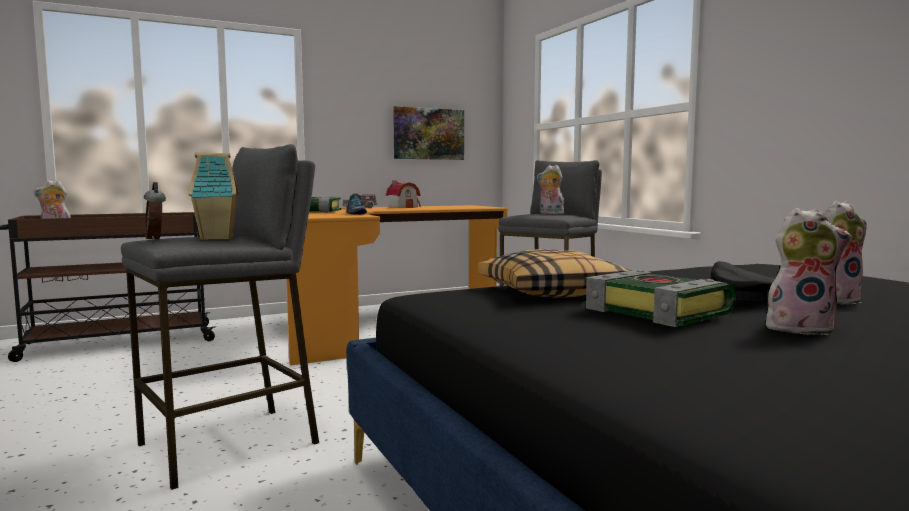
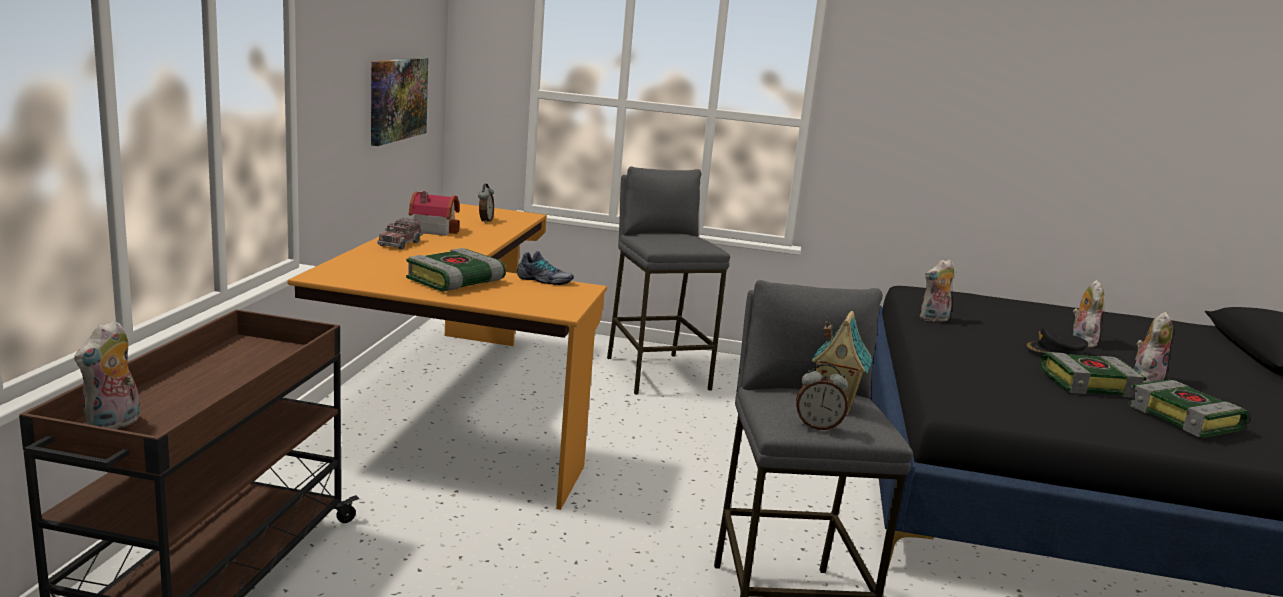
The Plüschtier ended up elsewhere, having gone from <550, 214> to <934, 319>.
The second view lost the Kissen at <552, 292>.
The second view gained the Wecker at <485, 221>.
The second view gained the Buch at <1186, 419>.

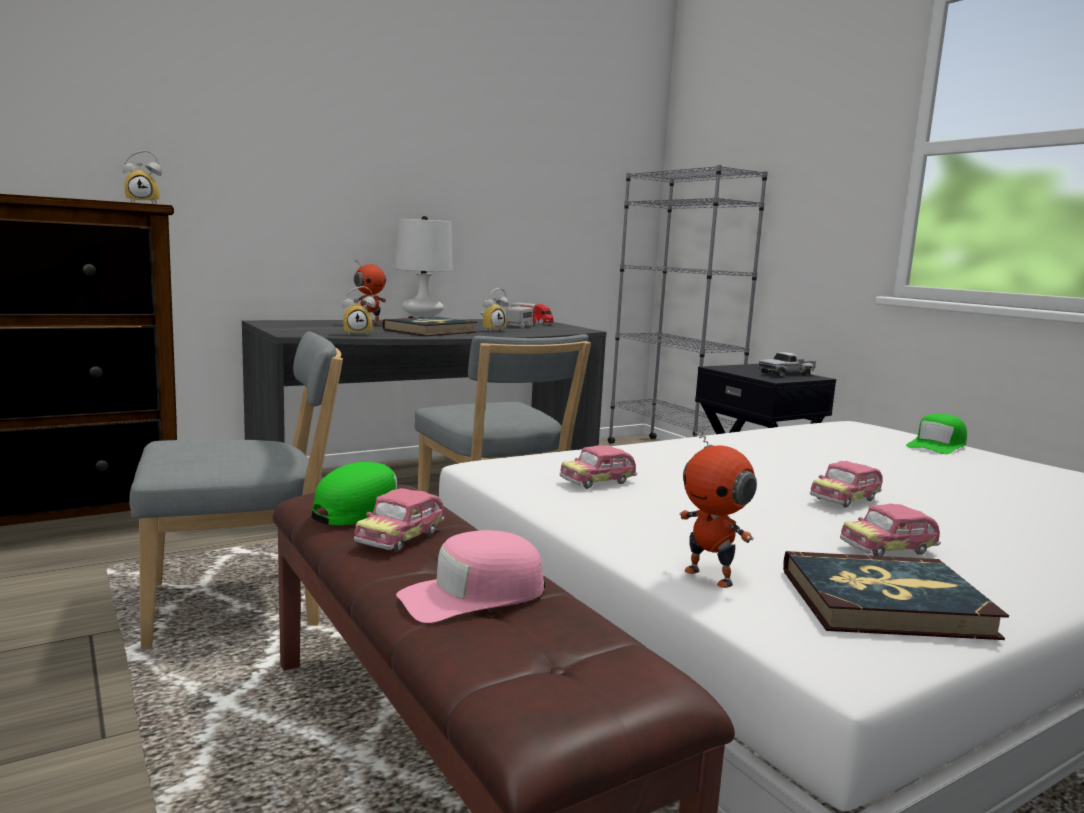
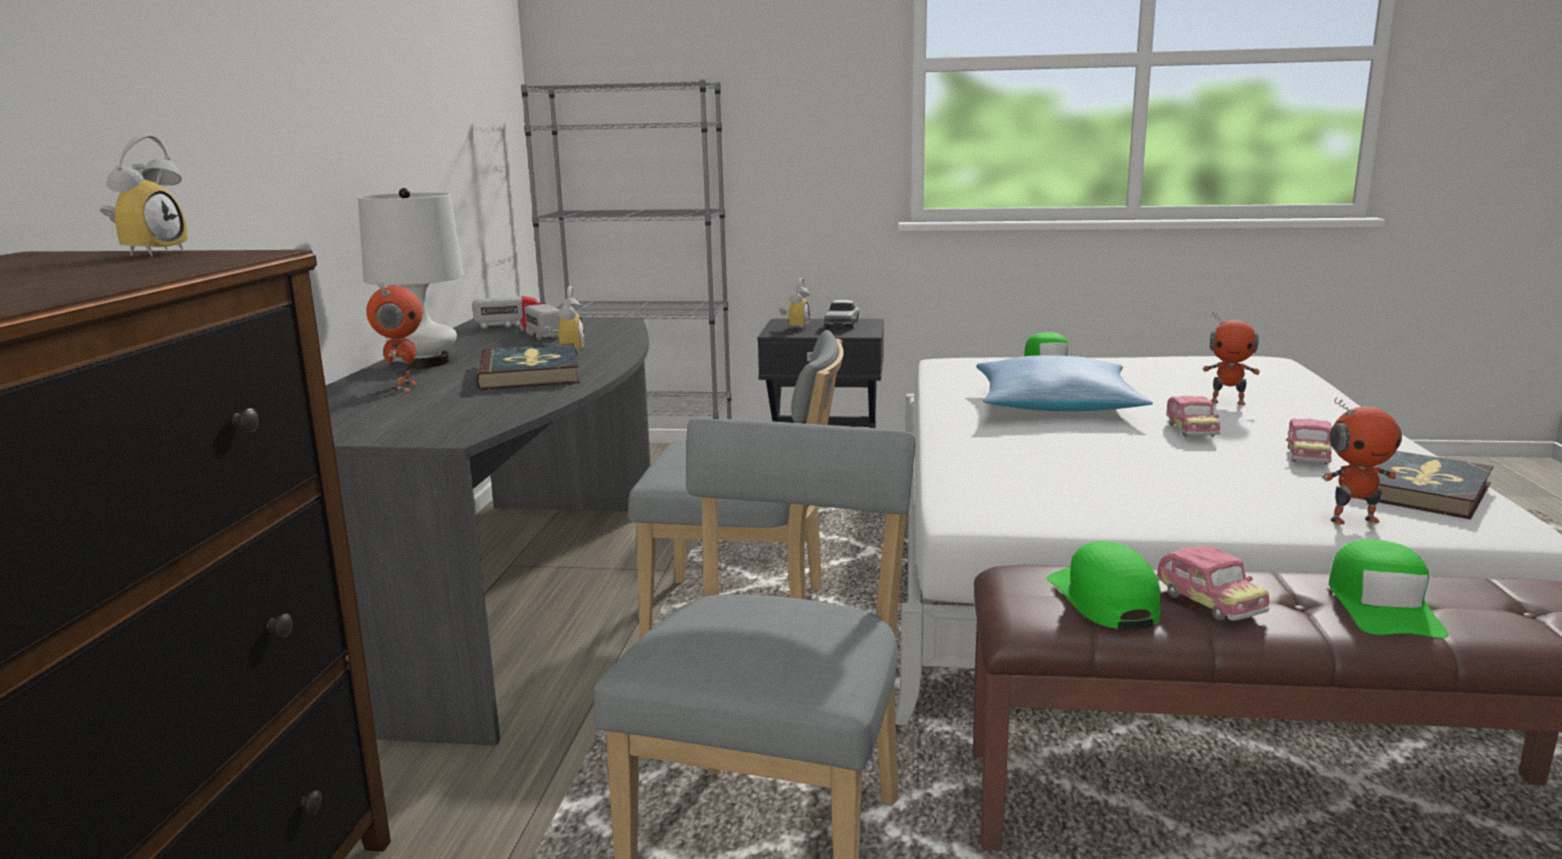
The Wecker ended up elsewhere, having gone from <358, 334> to <795, 327>.
The second view lost the Spielzeugauto at <598, 482>.
What was the Kappe/rosa at <473, 595> turned into the Kappe/grün at <1382, 606>.
The second view gained the Spielzeugroboter at <1227, 402>.
The second view gained the Kissen at <1055, 405>.

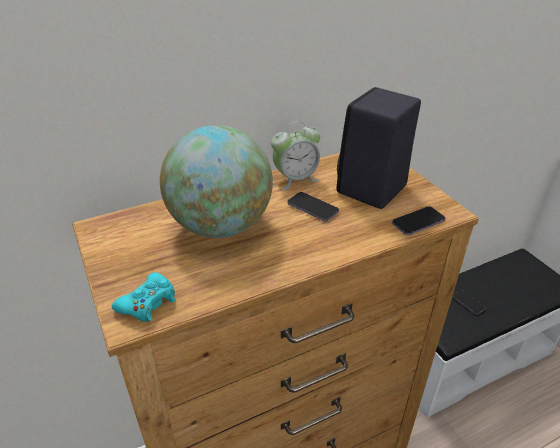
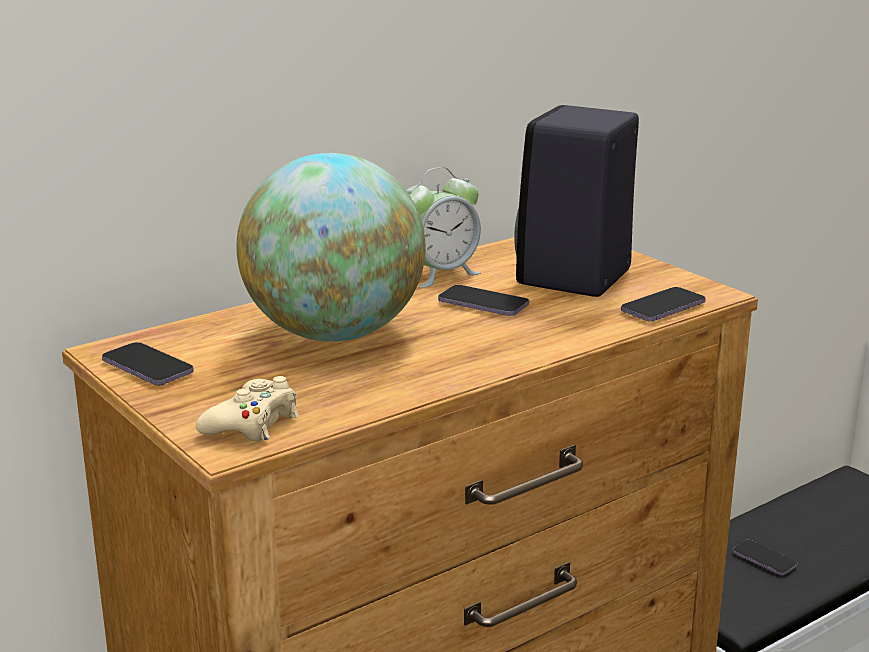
What was the Gamepad/türkis at <148, 303> turned into the Gamepad/beige at <252, 423>.
The second view gained the Handy at <147, 367>.

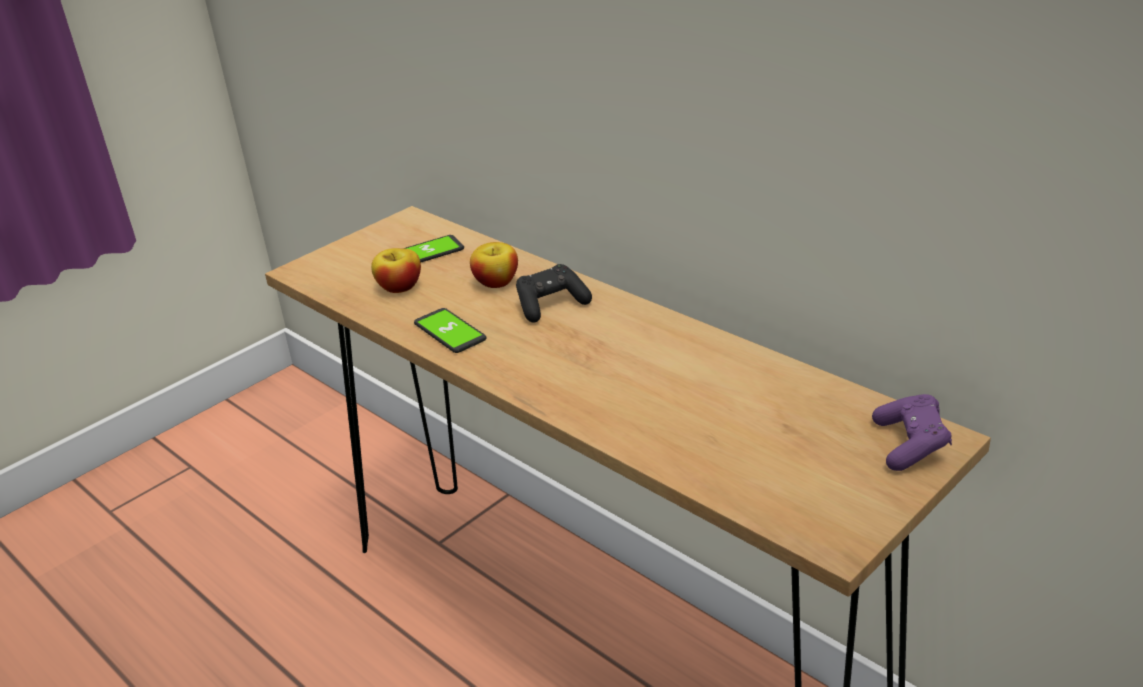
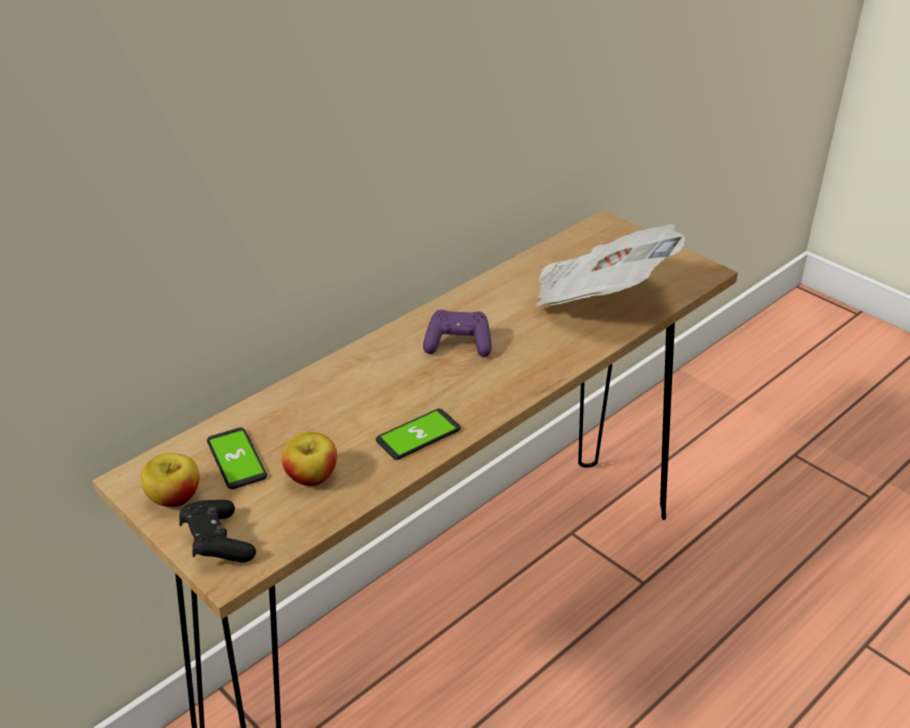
The Apfel ended up elsewhere, having gone from <496, 282> to <174, 497>.
The Gamepad/schwarz ended up elsewhere, having gone from <551, 305> to <217, 543>.
The Gamepad/lila ended up elsewhere, having gone from <910, 445> to <458, 344>.
The second view gained the Zeitung at <600, 298>.

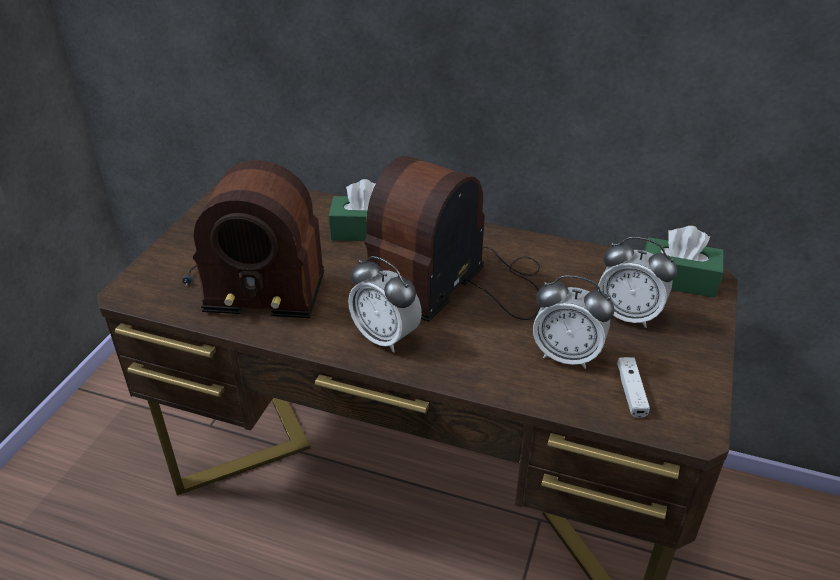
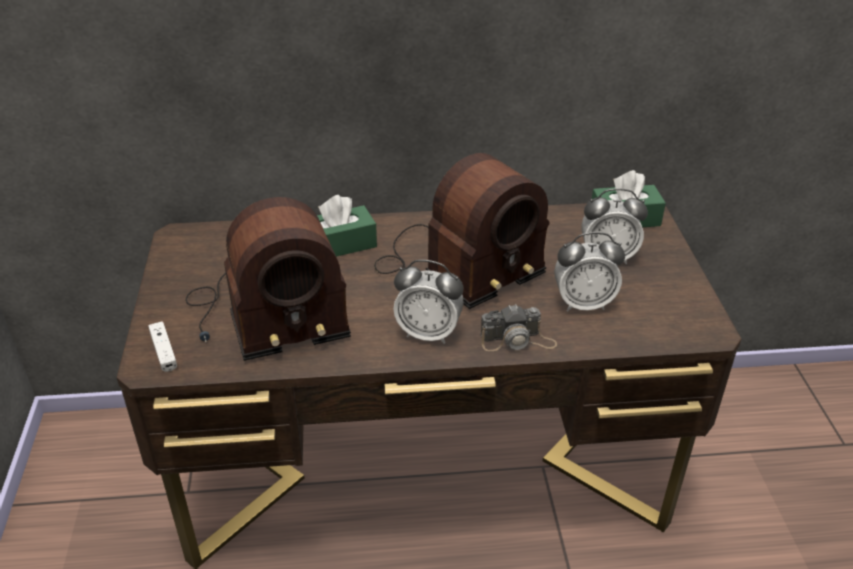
The Radio at <458, 283> ended up facing another way, 135 degrees counterclockwise from before.
The Gamepad/weiß ended up elsewhere, having gone from <631, 392> to <164, 351>.
The second view gained the Kamera at <517, 340>.

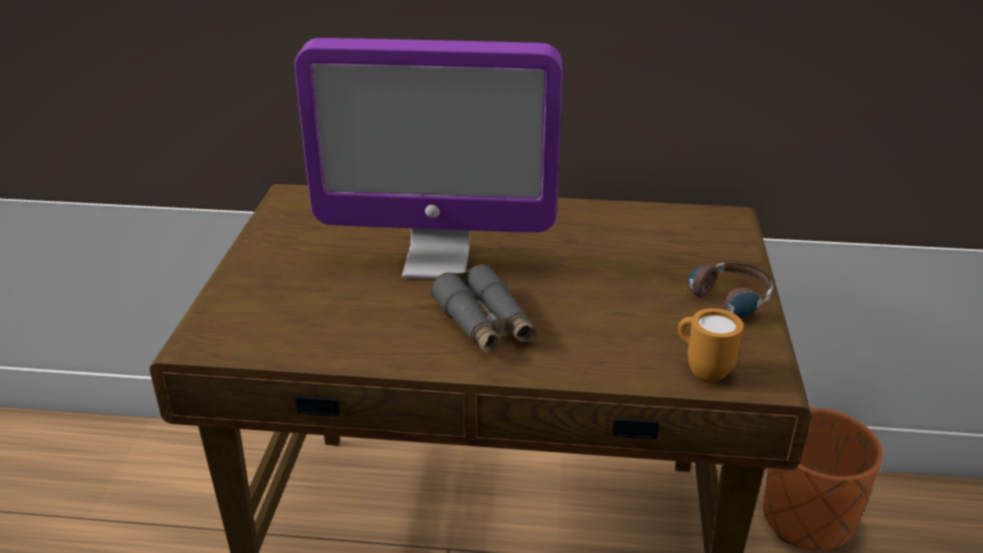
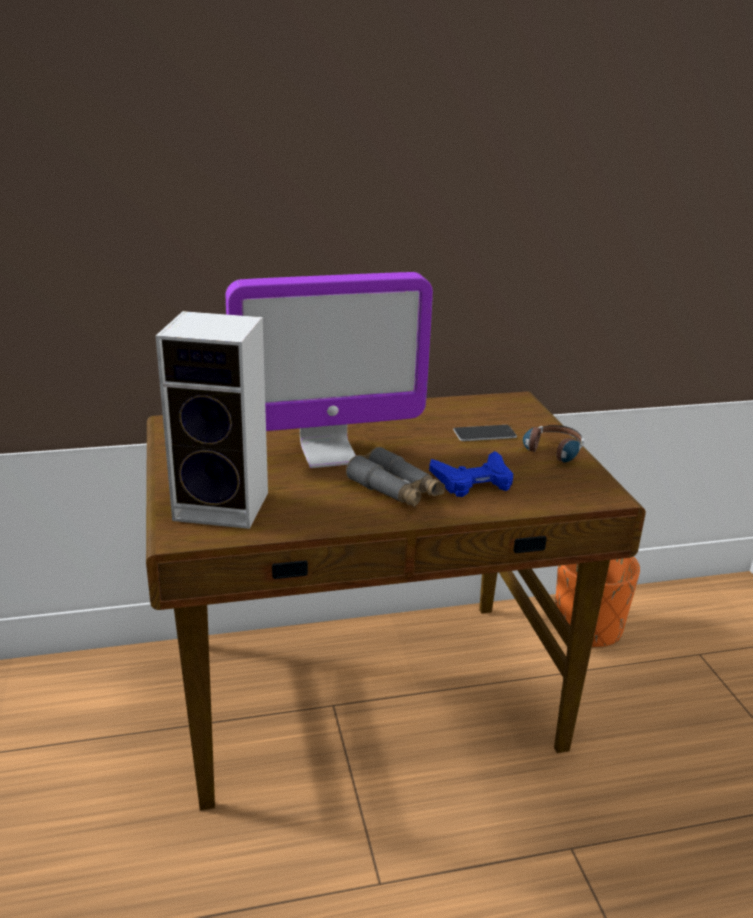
The second view lost the Henkelbecher/orange at <702, 370>.
The second view gained the Lautsprecher at <226, 505>.
The second view gained the Handy at <484, 433>.
The second view gained the Gamepad/blau at <473, 481>.

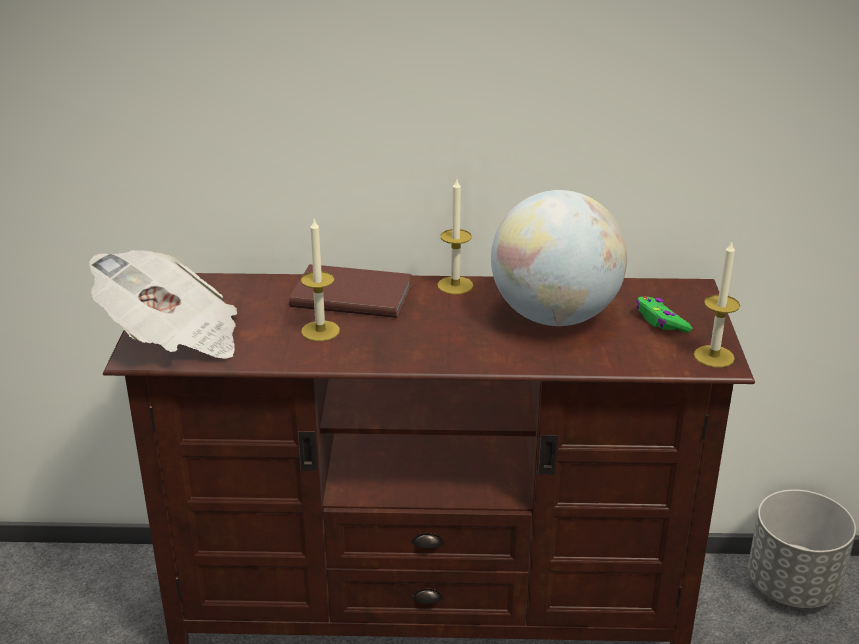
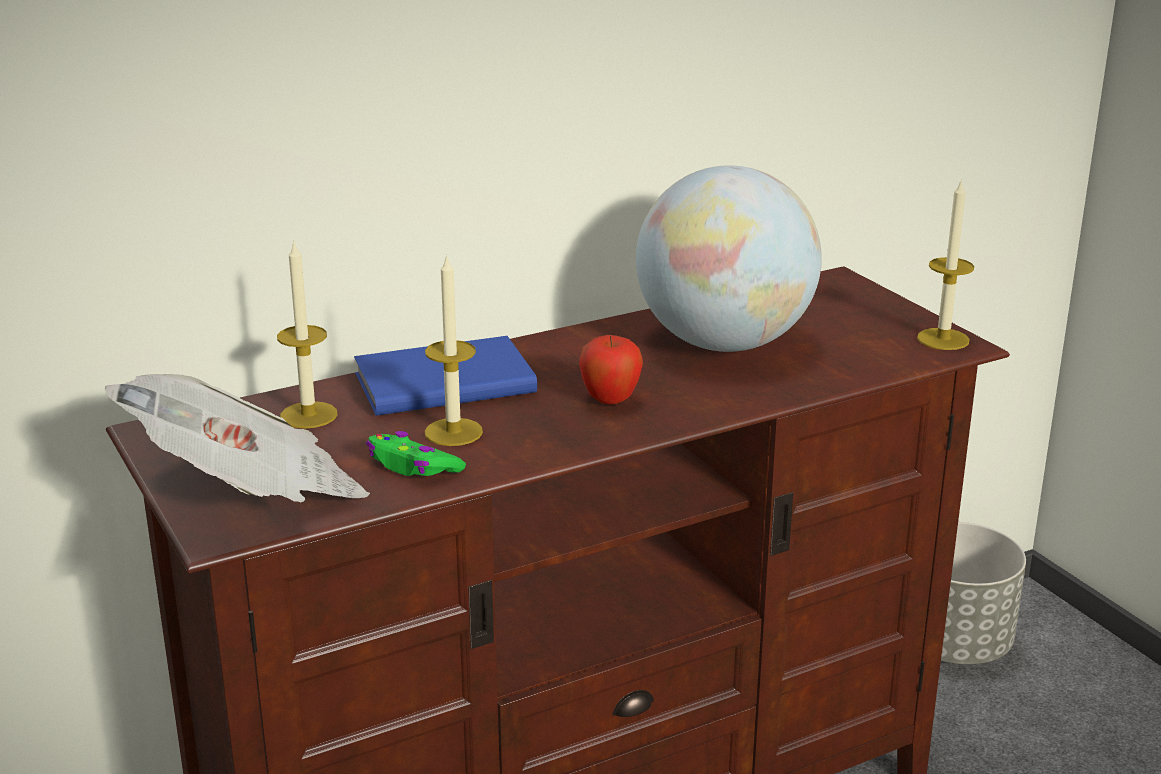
The Kerze ended up elsewhere, having gone from <455, 285> to <308, 415>.
What was the Buch/braun at <351, 294> turned into the Buch/blau at <441, 382>.
The Gamepad/grün ended up elsewhere, having gone from <660, 321> to <413, 466>.
The second view gained the Apfel at <610, 401>.

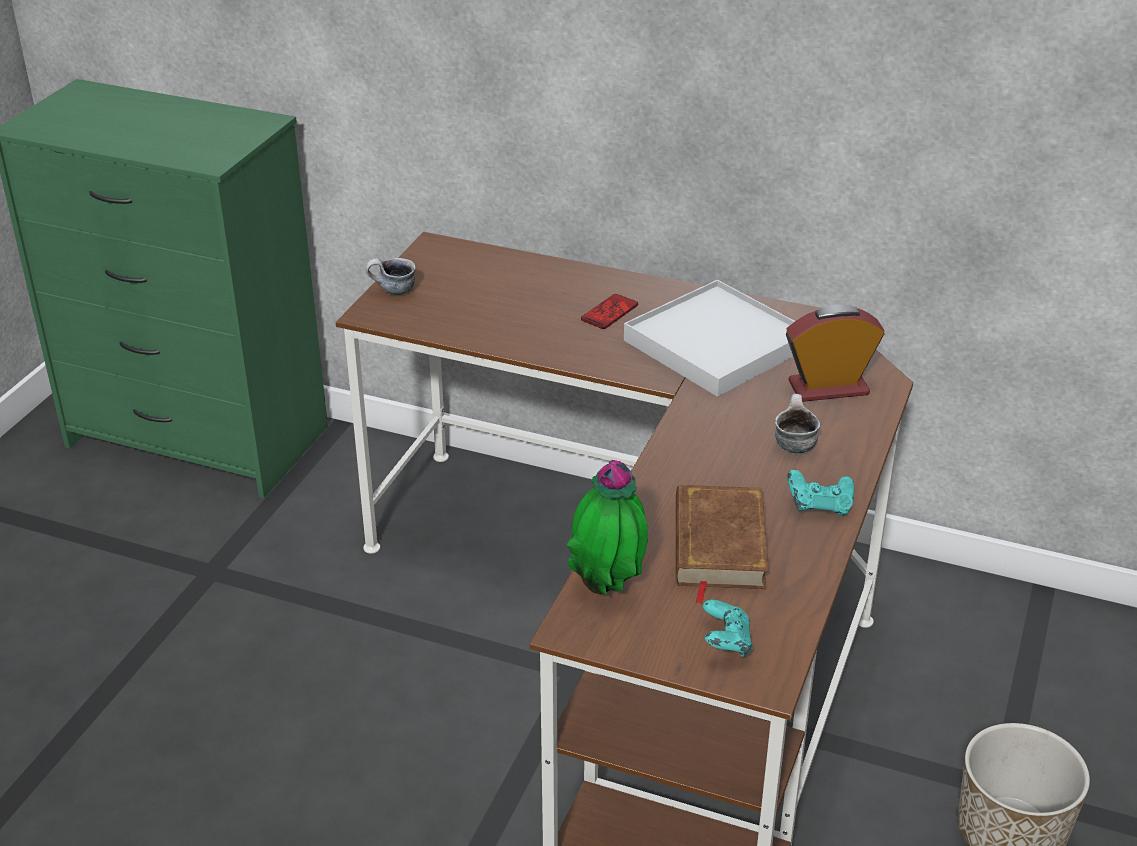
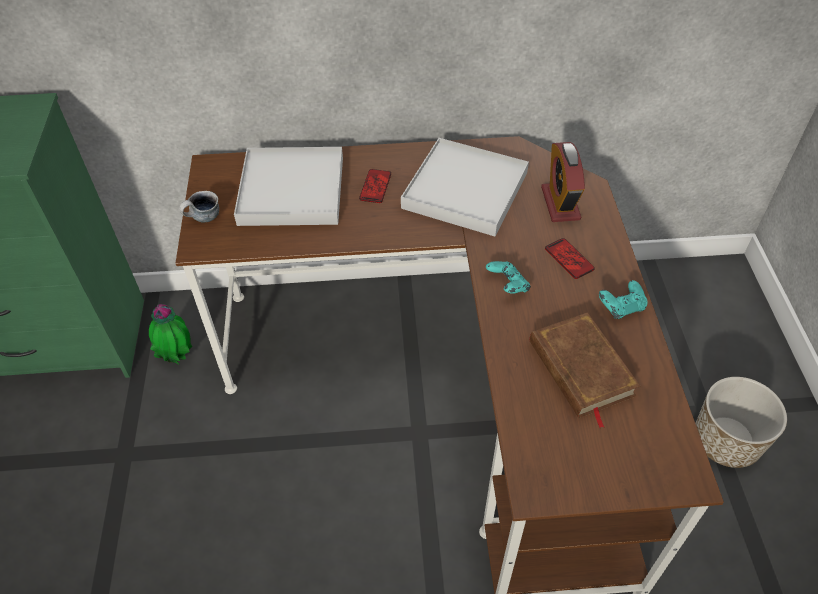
The Wecker at <828, 388> ended up facing another way, 60 degrees counterclockwise from before.
Where the Henkelbecher stood at <793, 443>, the Handy came to stand at <569, 259>.
The Topfpflanze ended up elsewhere, having gone from <608, 588> to <178, 357>.
The Gamepad/türkis ended up elsewhere, having gone from <725, 643> to <507, 286>.
The second view gained the Tablett/weiß at <292, 191>.

